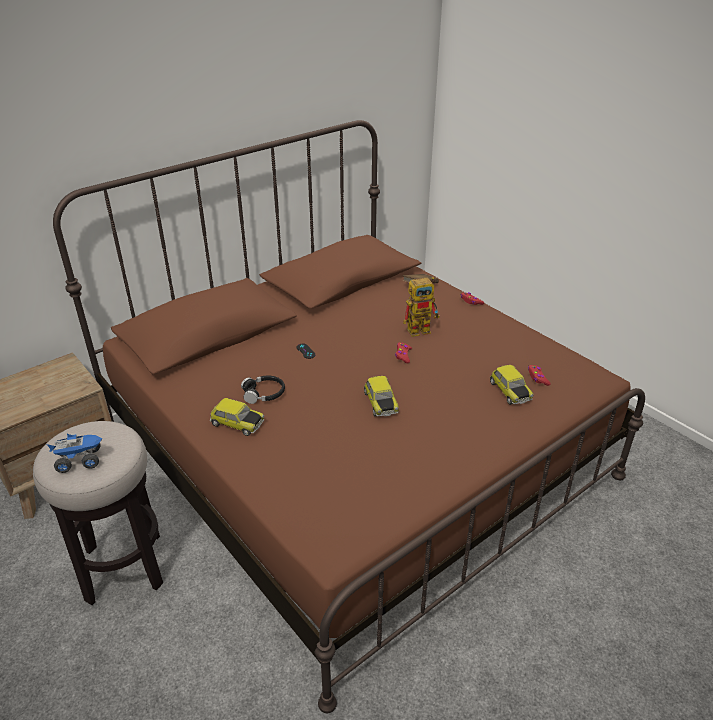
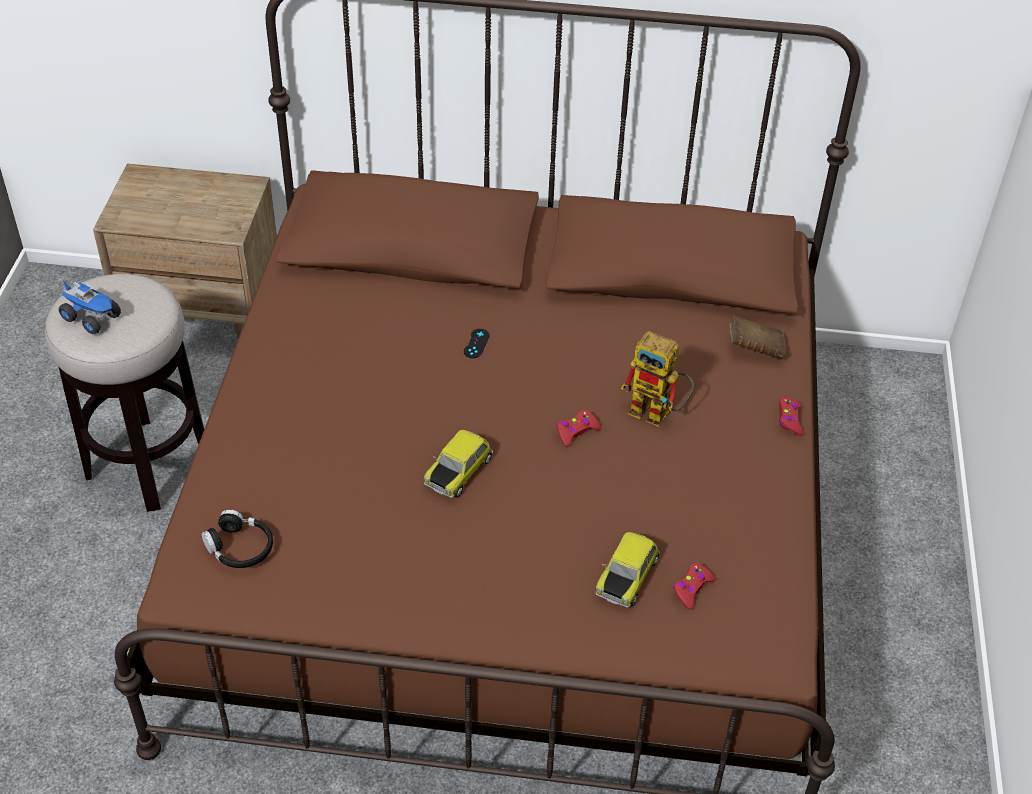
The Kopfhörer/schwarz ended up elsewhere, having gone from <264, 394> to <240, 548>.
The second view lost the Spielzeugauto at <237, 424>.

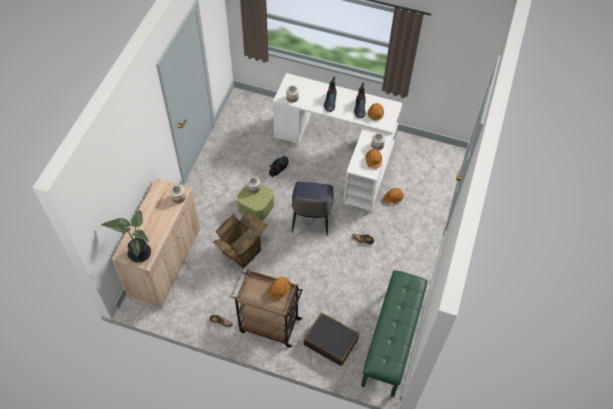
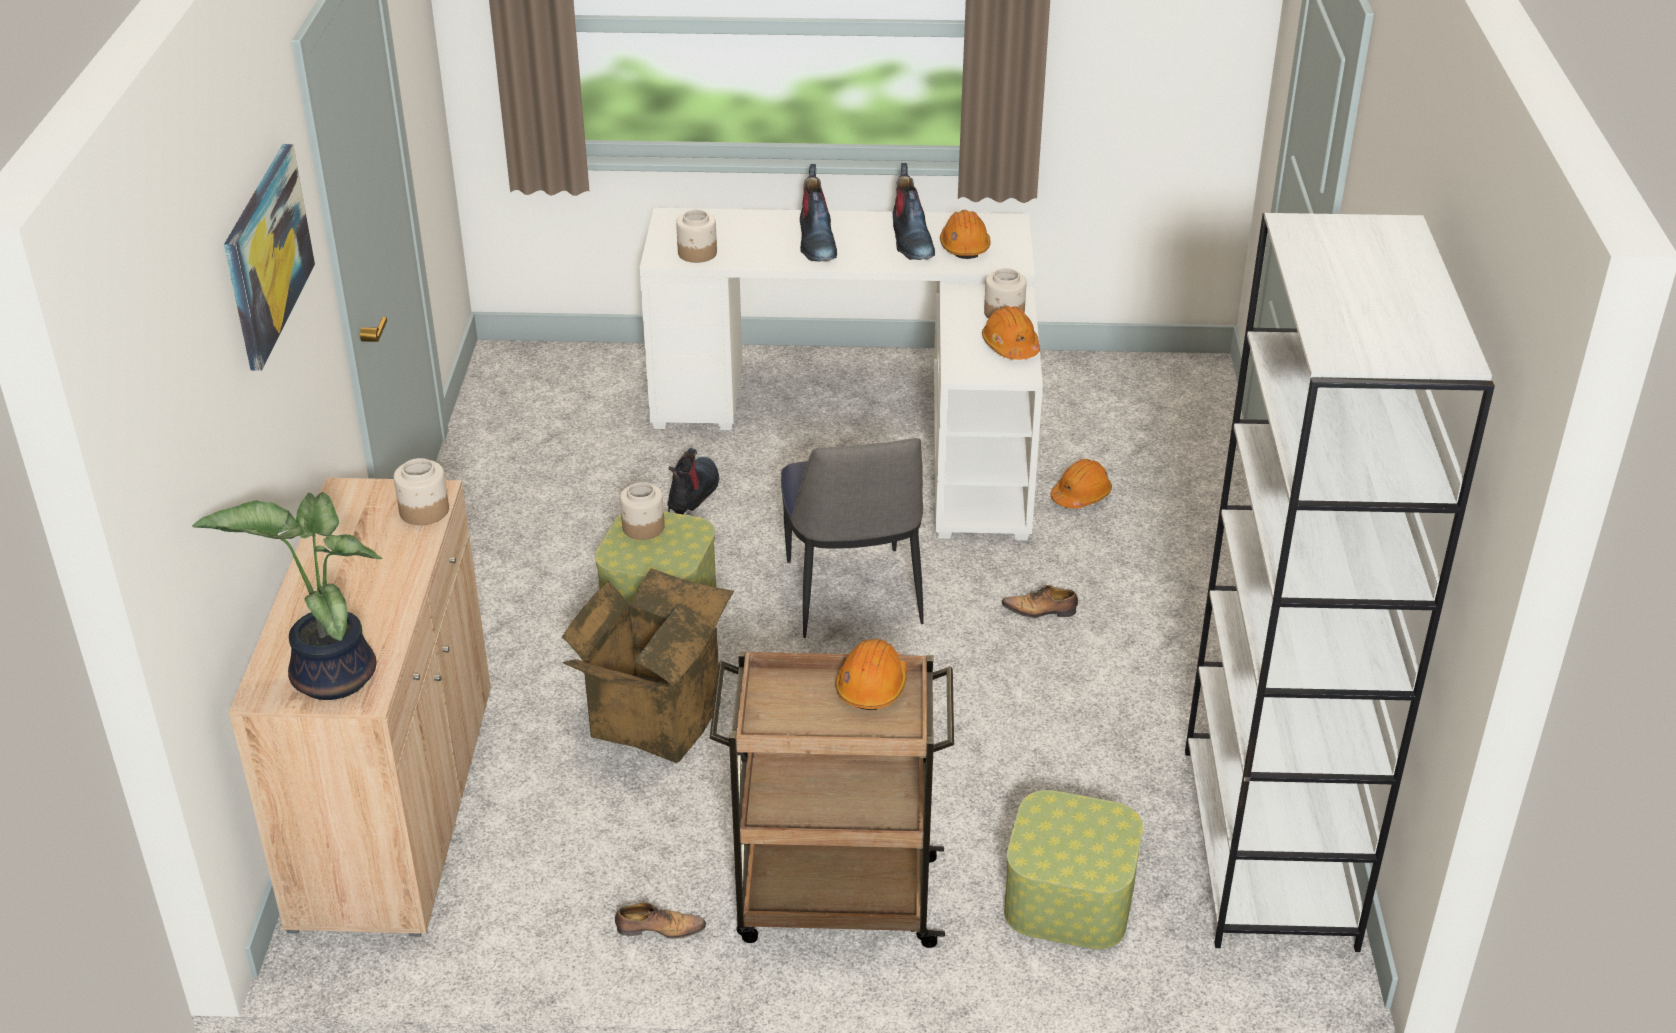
Where the Bank/grün stood at <392, 341>, the Bücherregal/weiß came to stand at <1269, 847>.
Where the Koffer/schwarz stood at <331, 342>, the Aufbewahrungsbox came to stand at <1069, 897>.
The second view gained the Bild at <266, 254>.

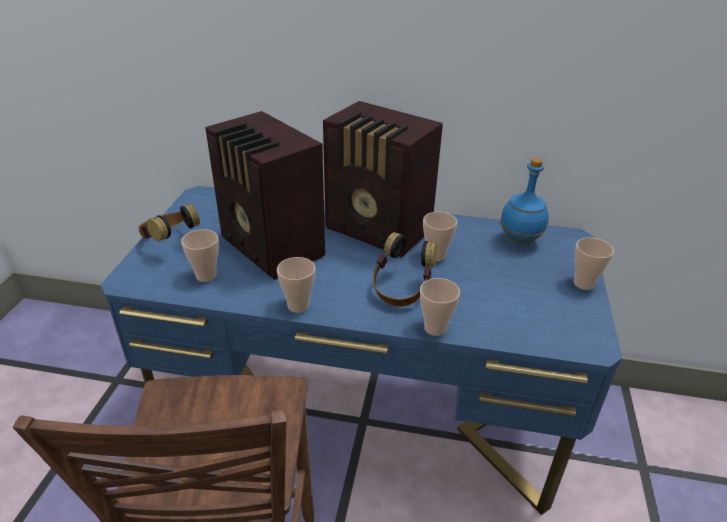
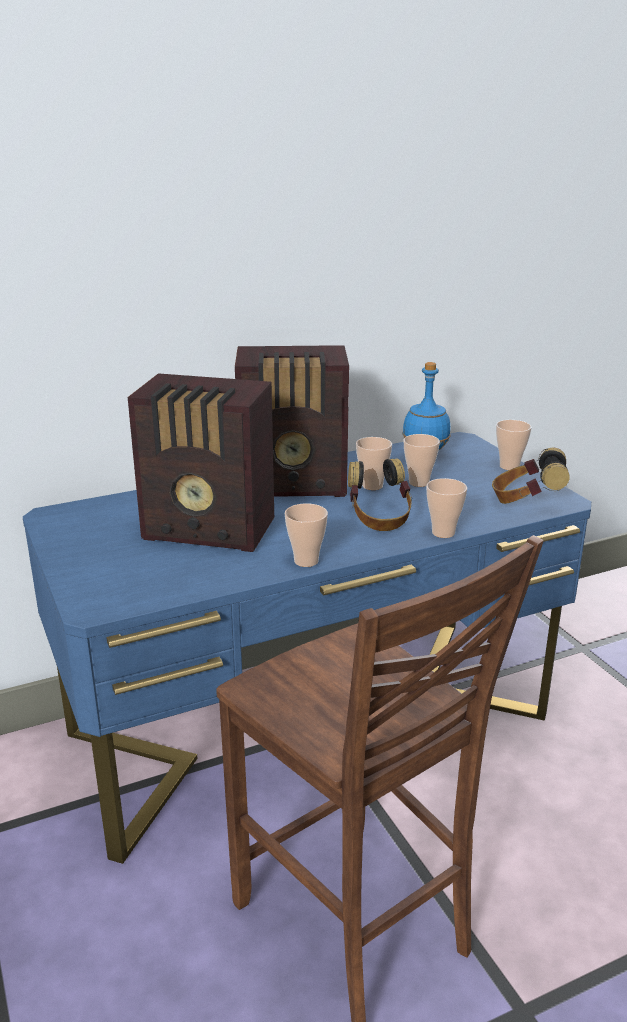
The Kopfhörer ended up elsewhere, having gone from <170, 242> to <526, 501>.
The Tasse ended up elsewhere, having gone from <206, 276> to <419, 482>.

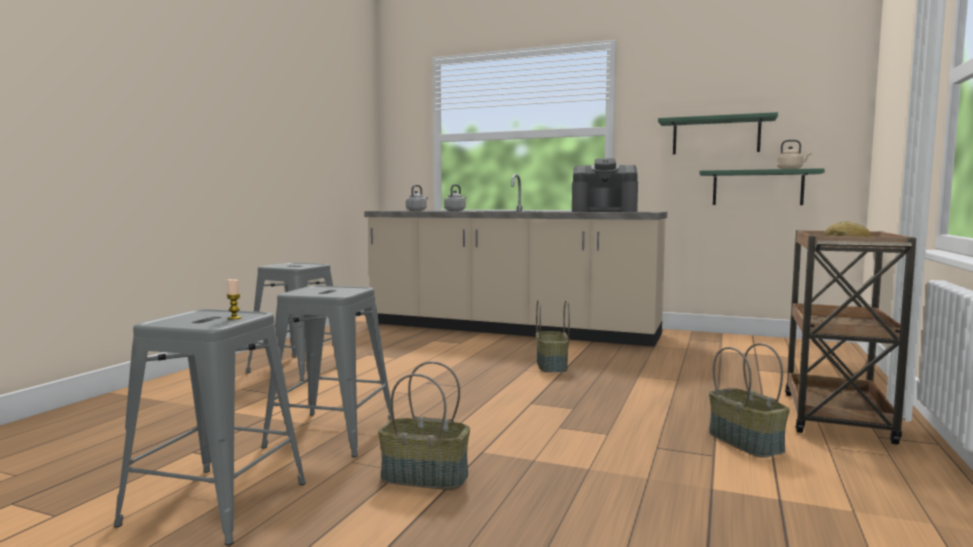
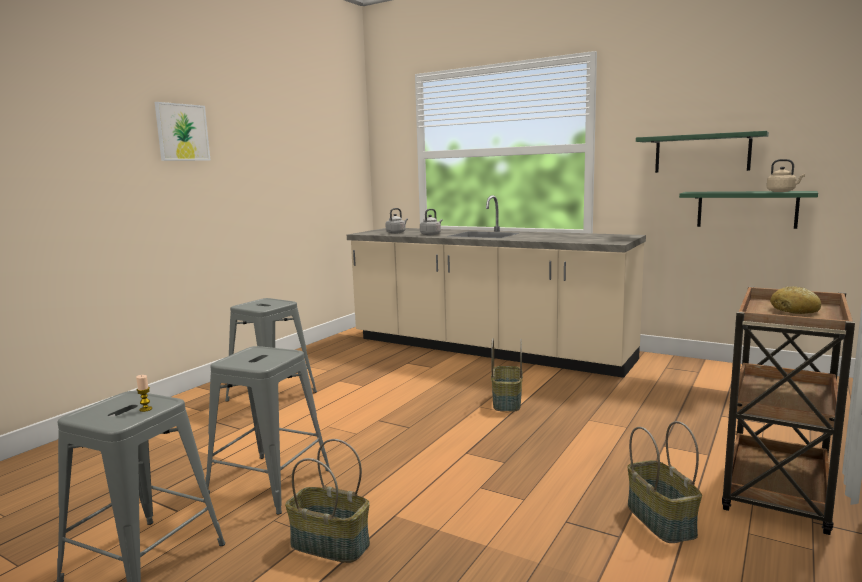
The second view lost the Kaffeemaschine at <604, 211>.
The second view gained the Bild at <182, 132>.

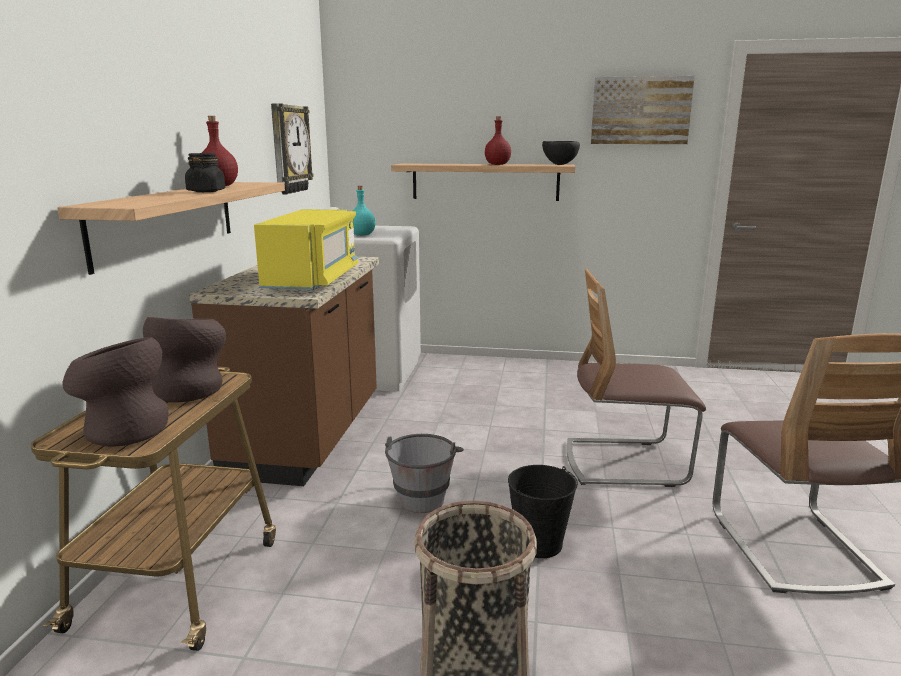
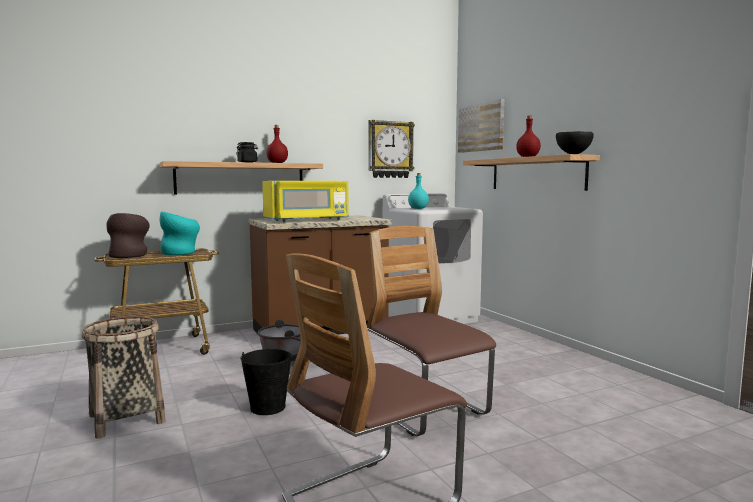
The Bild ended up elsewhere, having gone from <640, 111> to <481, 127>.
What was the Vase/braun at <191, 389> turned into the Vase/türkis at <181, 253>.

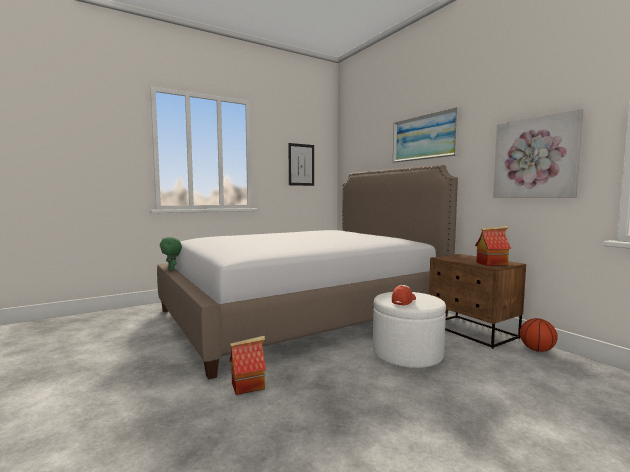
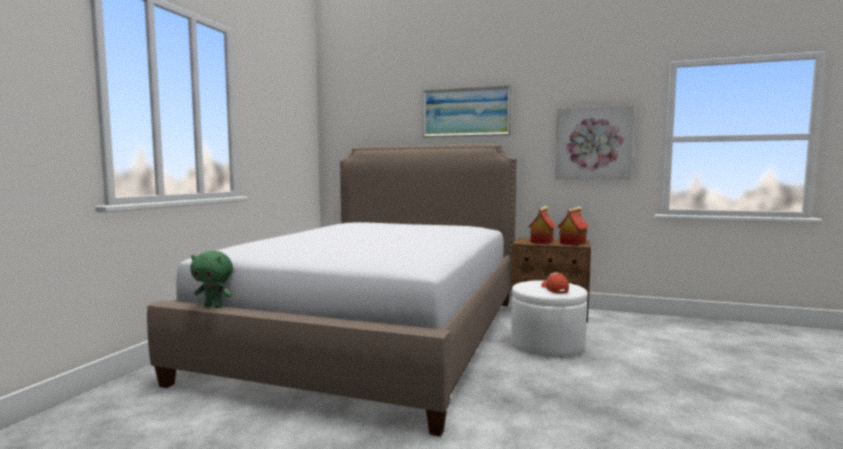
The second view lost the Bild at <301, 165>.
The second view lost the Basketball at <536, 350>.
The Spielzeughaus ended up elsewhere, having gone from <248, 385> to <541, 242>.

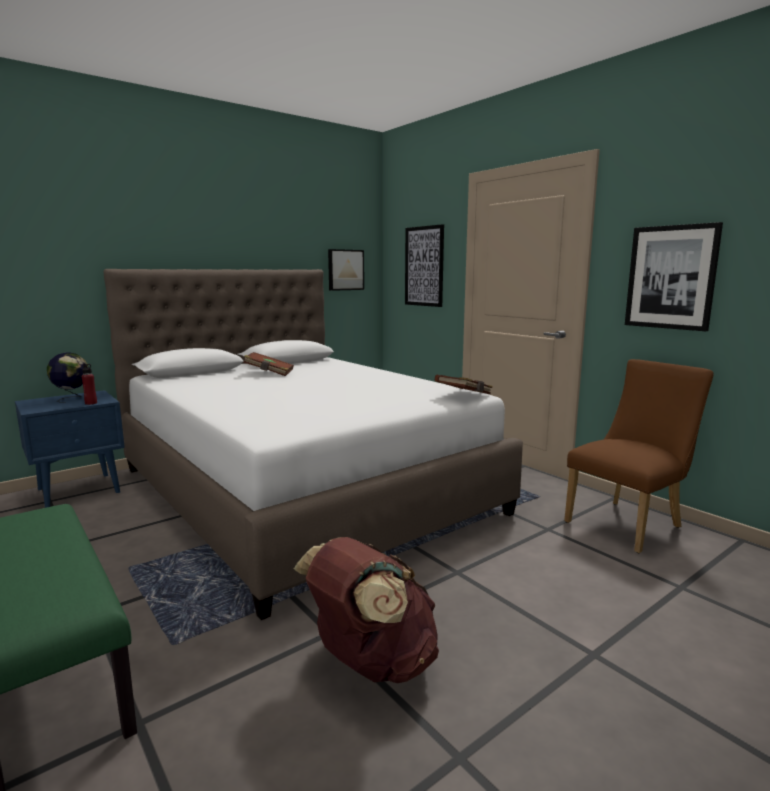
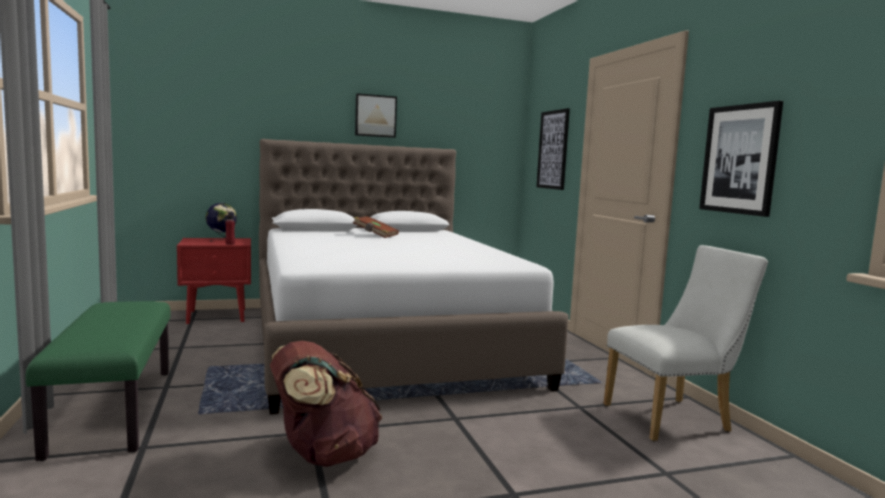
The Bild ended up elsewhere, having gone from <345, 270> to <375, 116>.
What was the Stuhl/braun at <628, 523> turned into the Stuhl/weiß at <674, 418>.
The second view lost the Buch/braun at <464, 396>.
What was the Nachttisch/blau at <80, 490> turned into the Nachttisch/rot at <218, 316>.

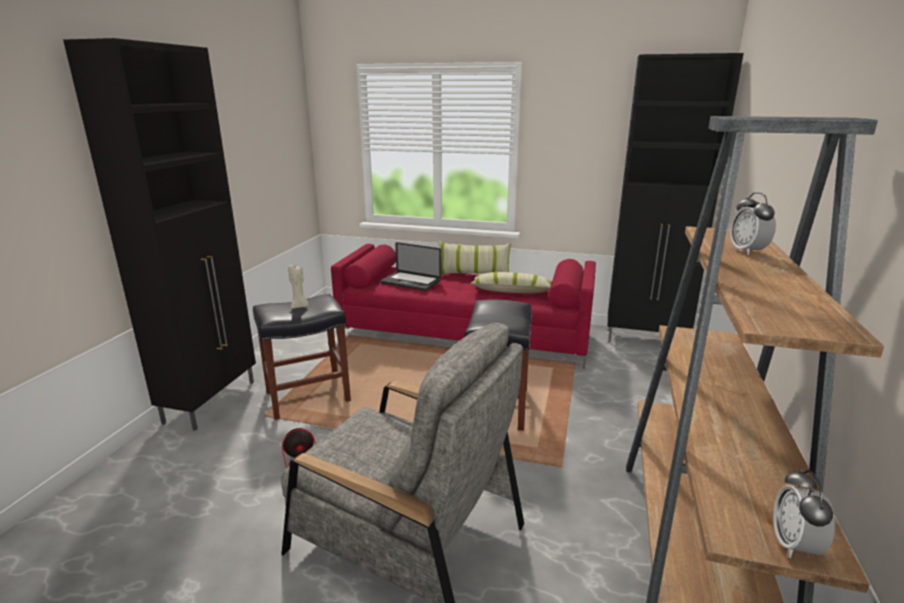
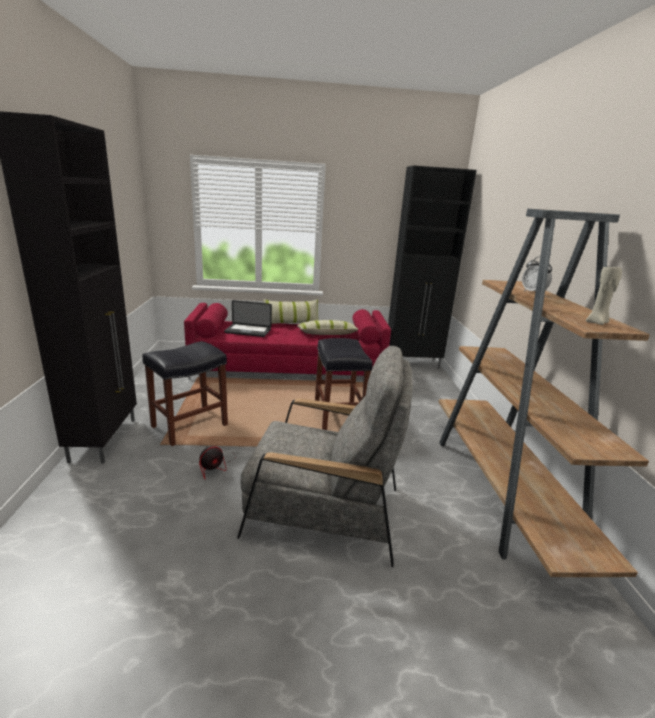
The Kerze/beige ended up elsewhere, having gone from <300, 306> to <597, 323>.
The second view lost the Wecker at <794, 545>.

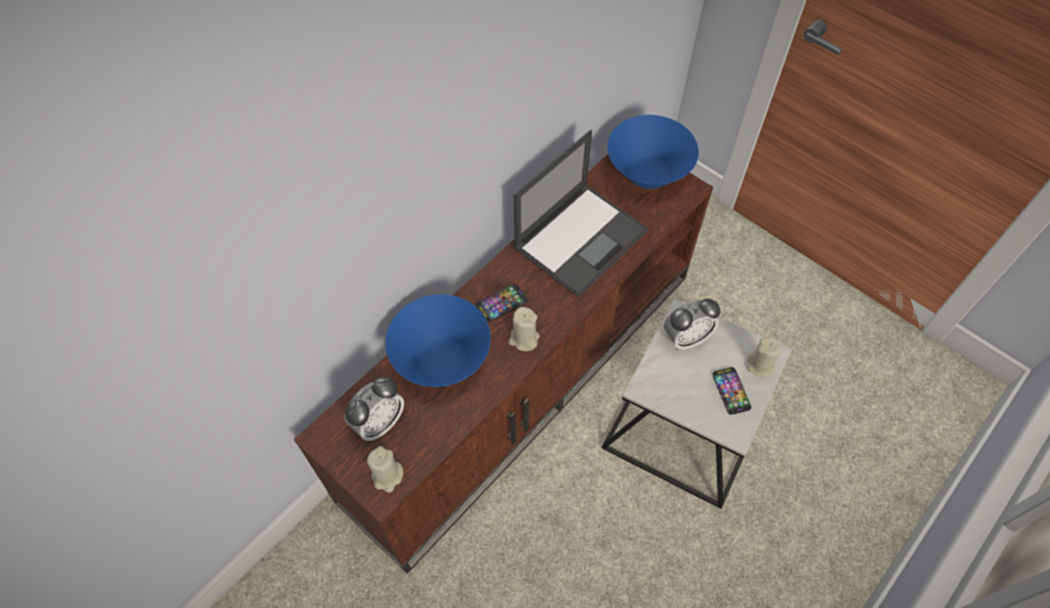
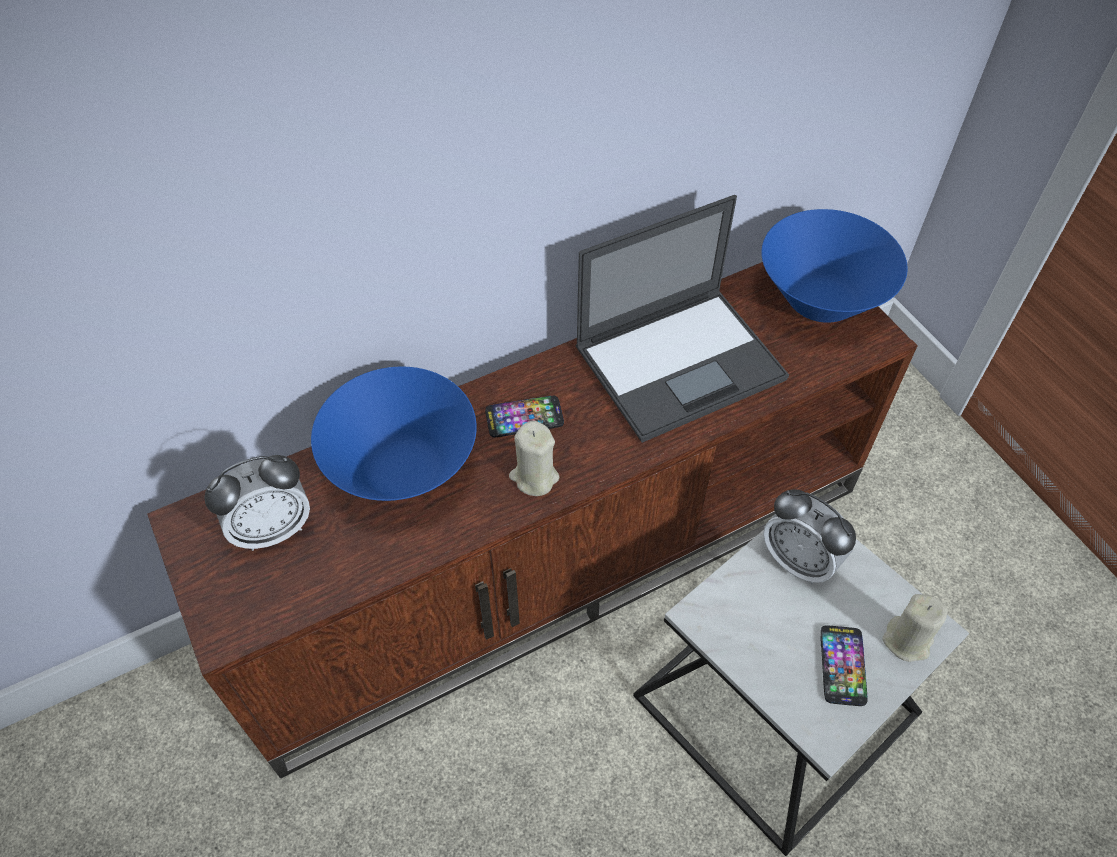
The Wecker at <686, 338> ended up facing another way, 45 degrees clockwise from before.
The second view lost the Kerze/beige at <387, 476>.

